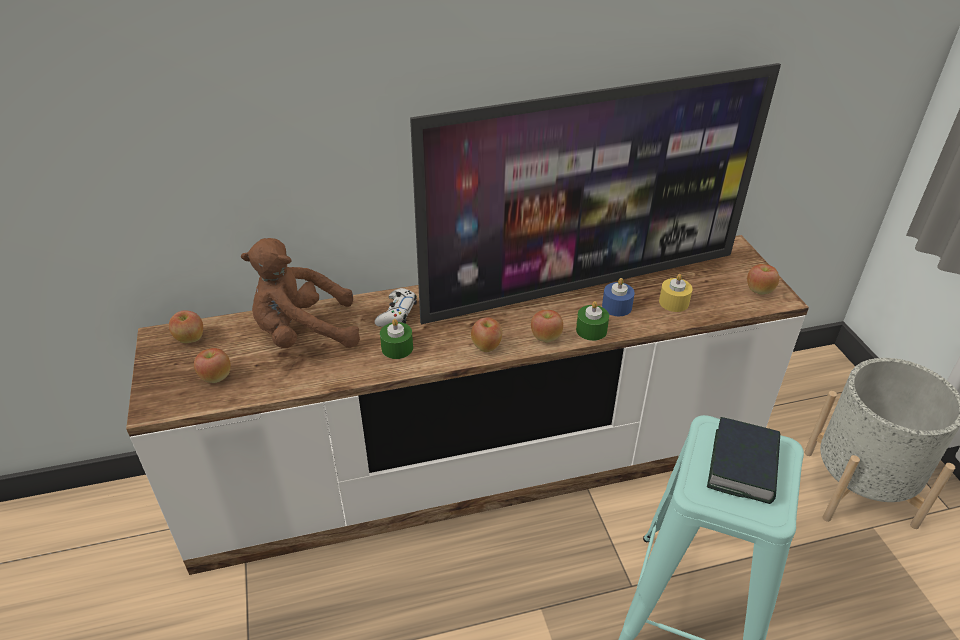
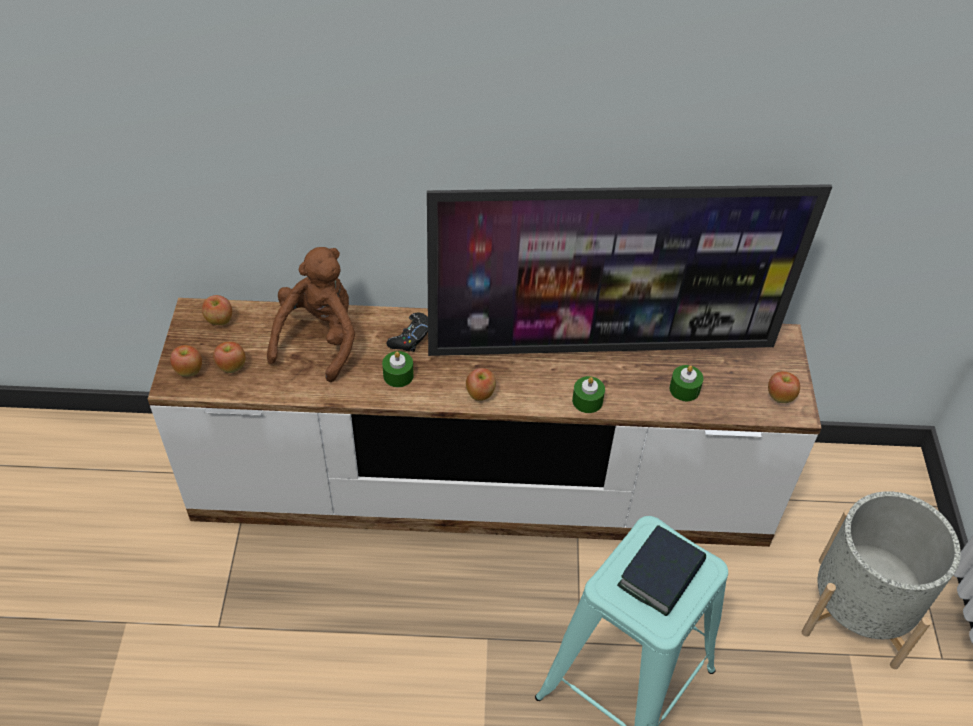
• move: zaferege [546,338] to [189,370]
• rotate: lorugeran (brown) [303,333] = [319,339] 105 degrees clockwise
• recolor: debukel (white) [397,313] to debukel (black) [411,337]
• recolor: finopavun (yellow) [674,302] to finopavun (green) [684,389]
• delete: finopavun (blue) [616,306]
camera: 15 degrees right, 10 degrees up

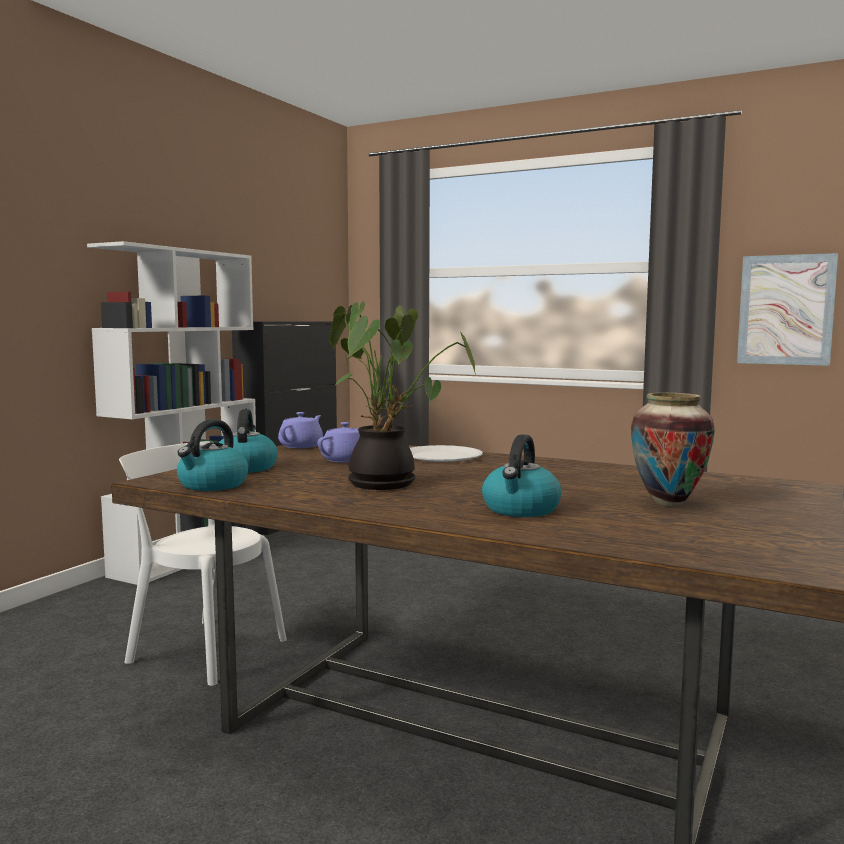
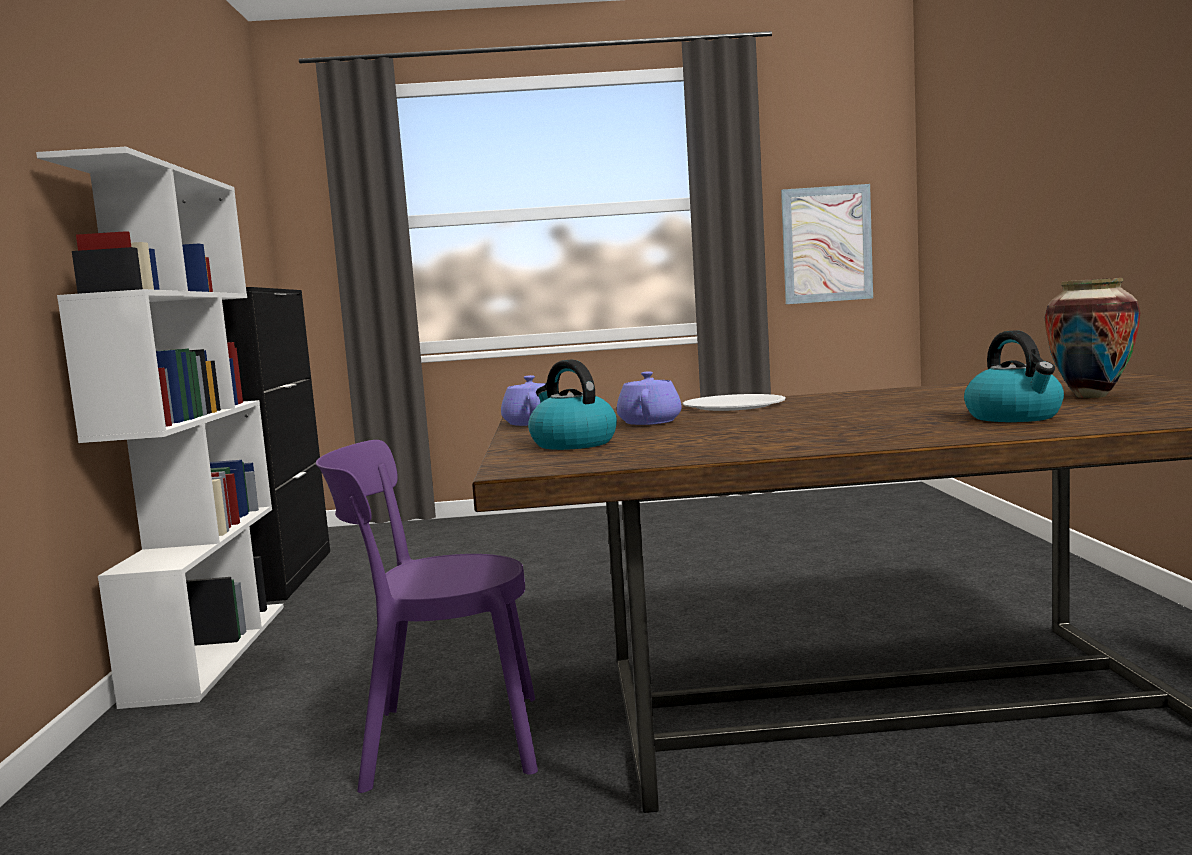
• recolor: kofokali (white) [202,648] to kofokali (purple) [442,741]
• delete: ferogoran [212,485]
• delete: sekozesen [388,483]
camera: 30 degrees left, 0 degrees up

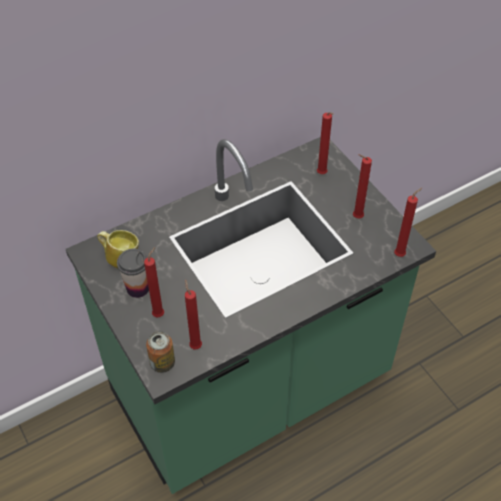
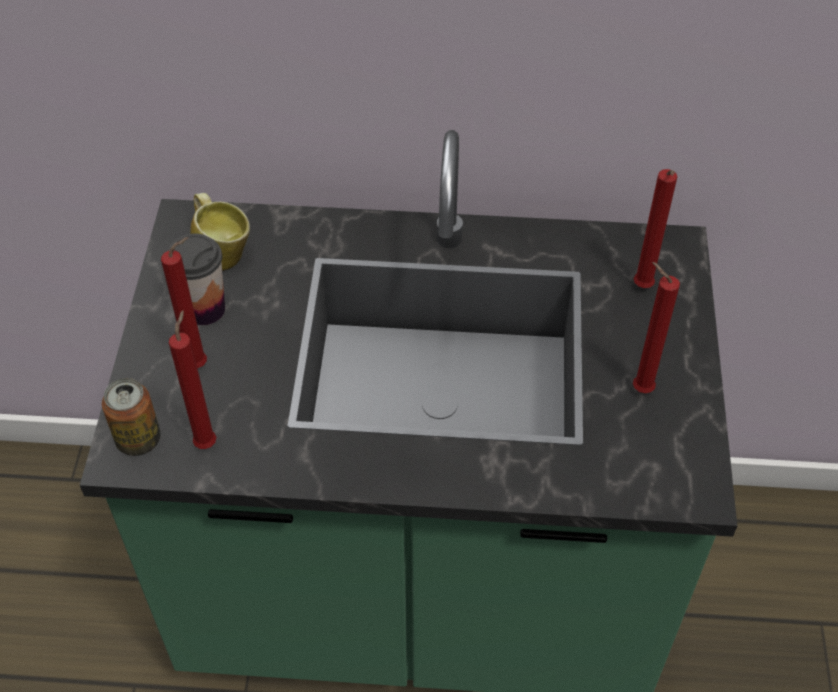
• delete: finopavun (red) [401,254]
camera: 35 degrees right, 0 degrees up

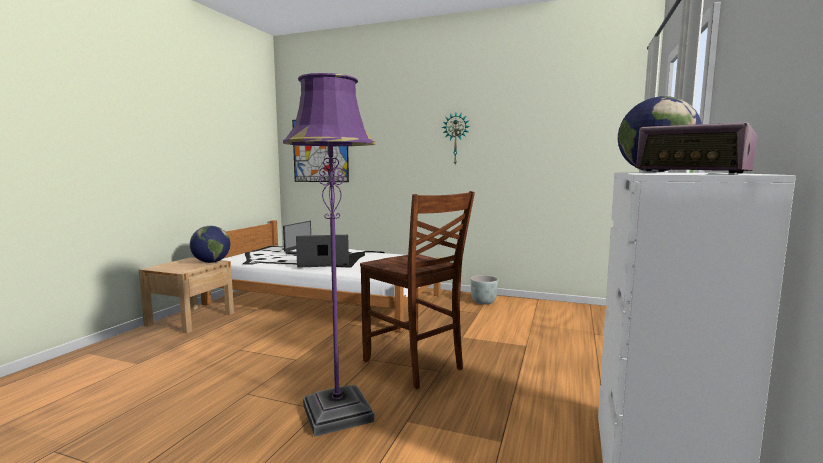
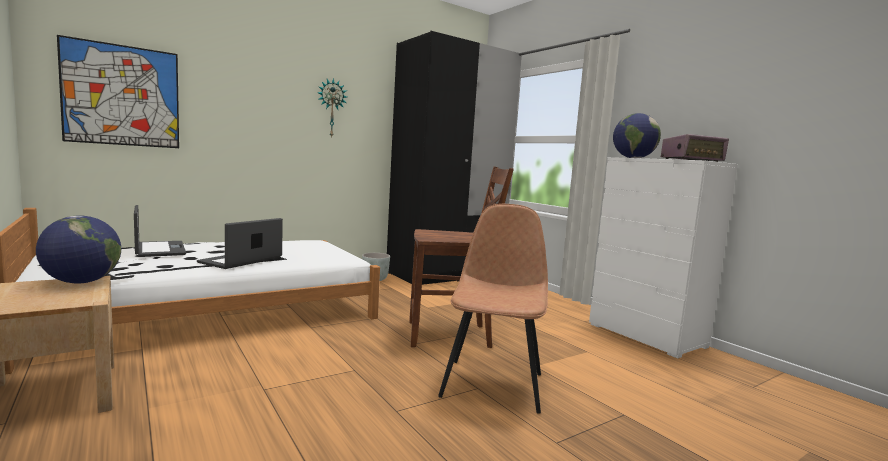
• insert: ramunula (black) [445,274]
• replace: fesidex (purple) [337,413] to kofokali (brown) [493,383]
camera: 55 degrees left, 0 degrees up

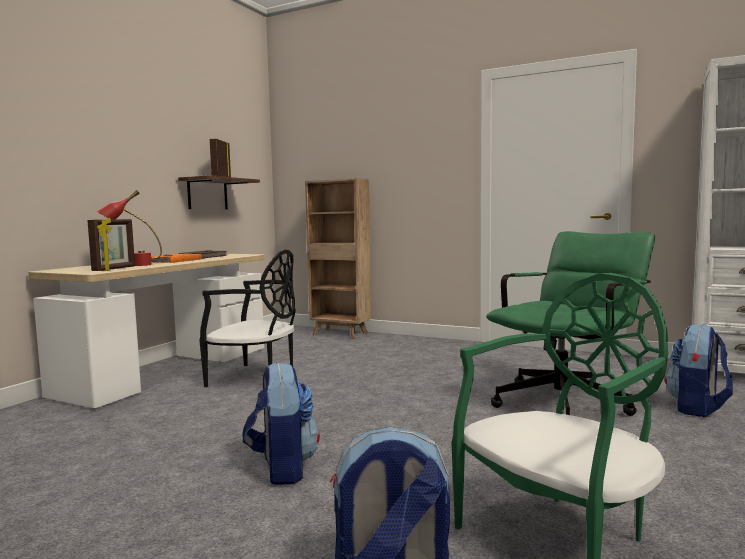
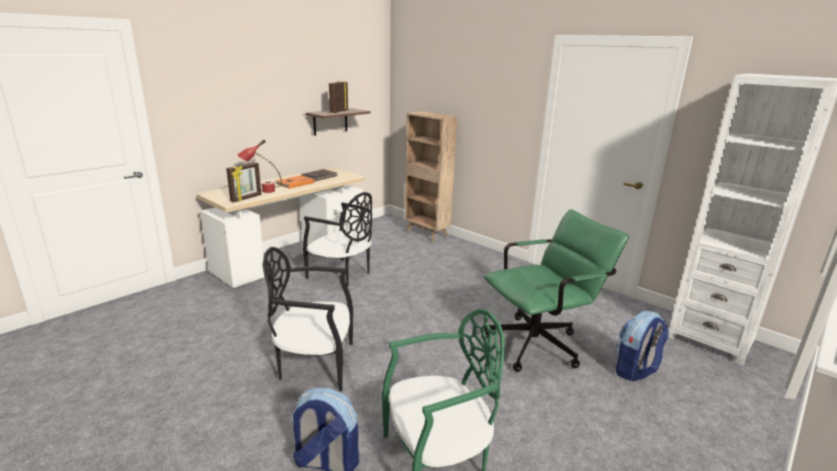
• replace: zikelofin [282,468] to kofokali (black) [315,364]
camera: 15 degrees right, 15 degrees up

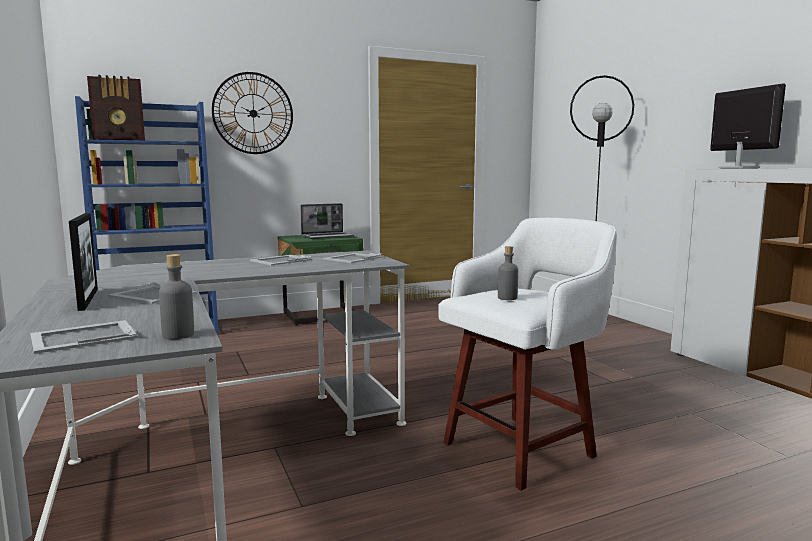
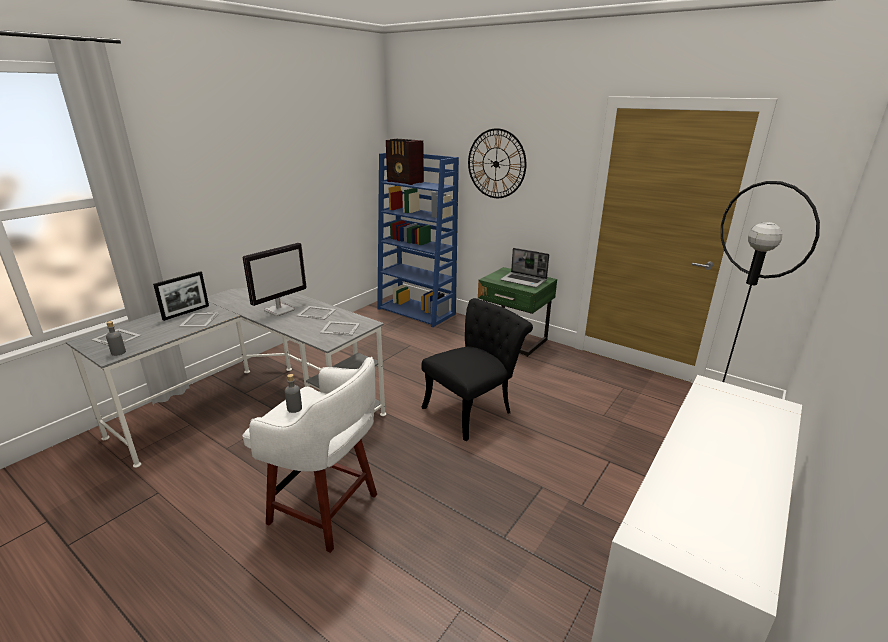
• move: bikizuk [738,168] to [280,310]
• insert: kofokali (black) [473,409]
camera: 60 degrees right, 15 degrees up

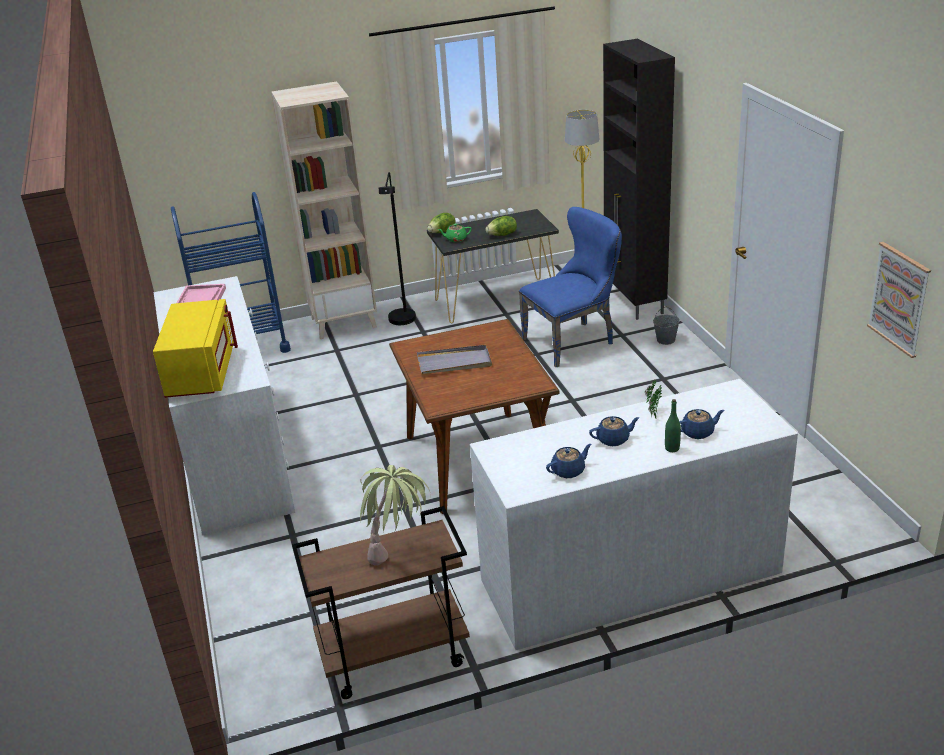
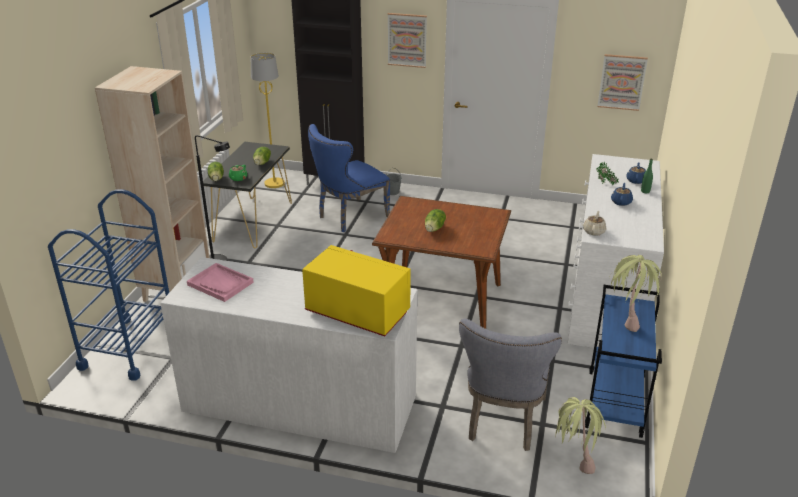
• rotate: kofokali (blue) [574,341] = [349,217] 135 degrees counterclockwise
• insert: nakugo [407,40]
• replace: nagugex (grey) [454,362] to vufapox [434,229]
• insert: kofokali (grey) [503,422]
• insert: sekozesen [574,460]
• insert: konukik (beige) [594,231]
• recolor: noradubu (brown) [393,657] to noradubu (blue) [615,404]
• delete: konukik (blue) [569,471]
camera: 60 degrees left, 0 degrees up

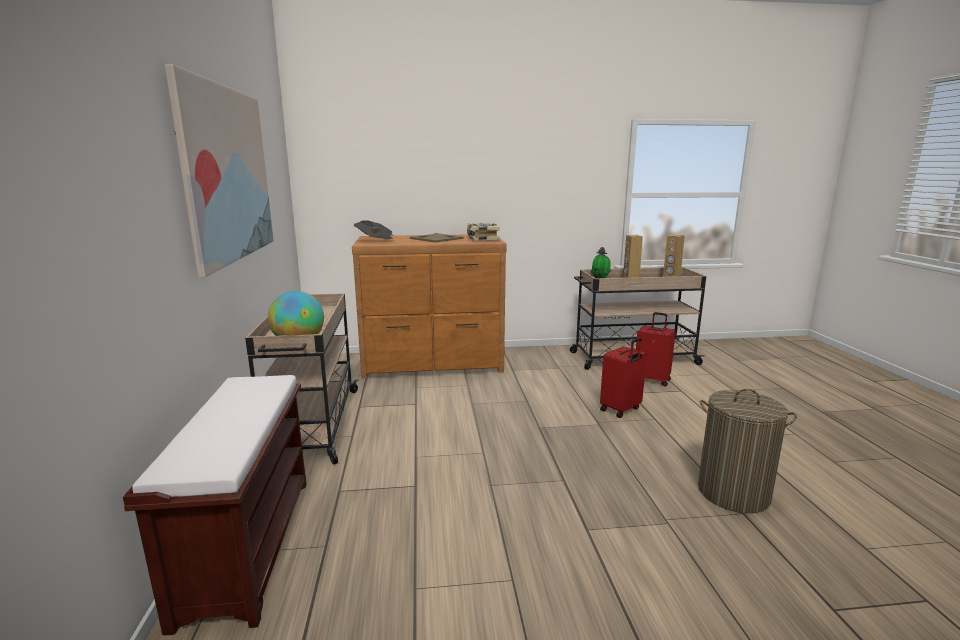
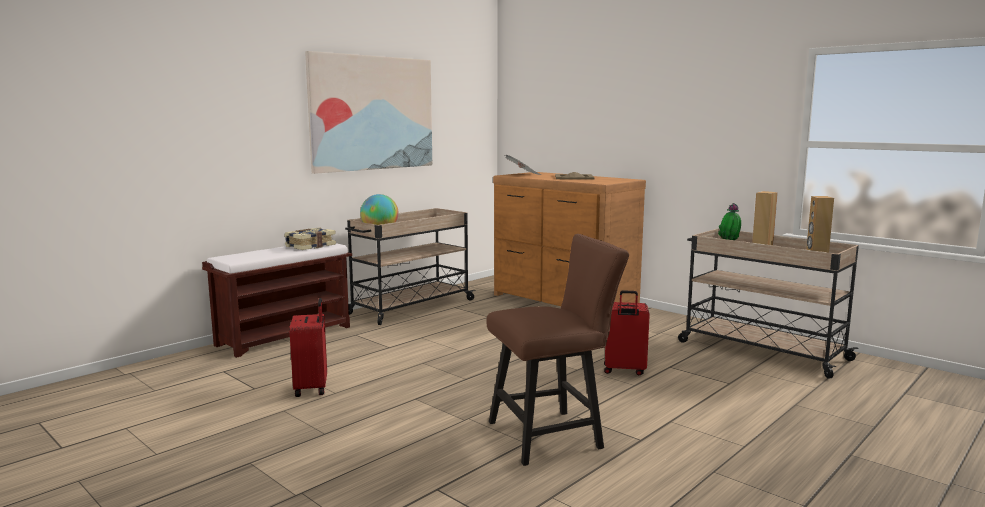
• move: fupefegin [482,239] to [310,246]
• move: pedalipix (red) [652,380] to [312,388]
• replace: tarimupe [733,493] to kofokali (brown) [553,434]
camera: 50 degrees right, 5 degrees down

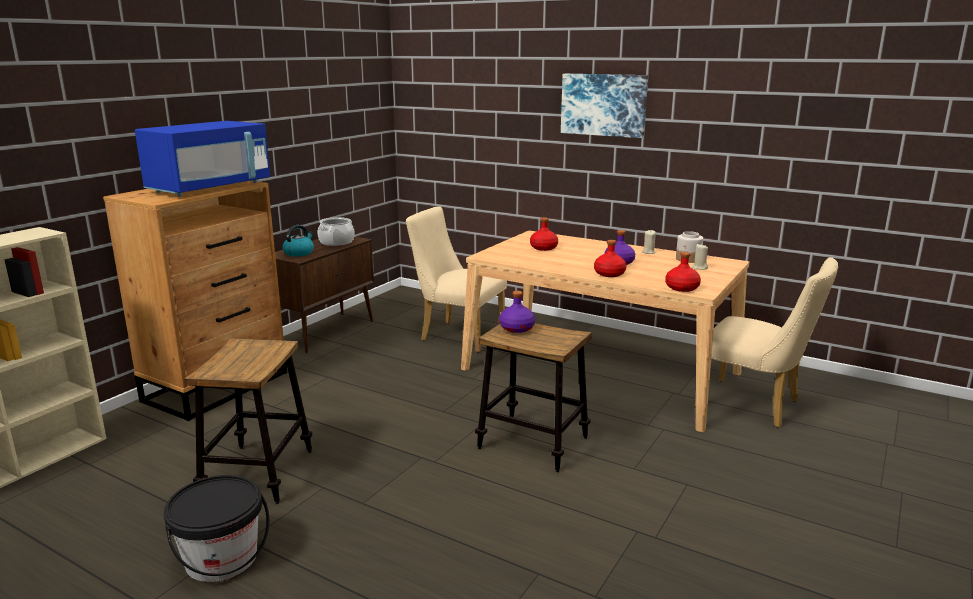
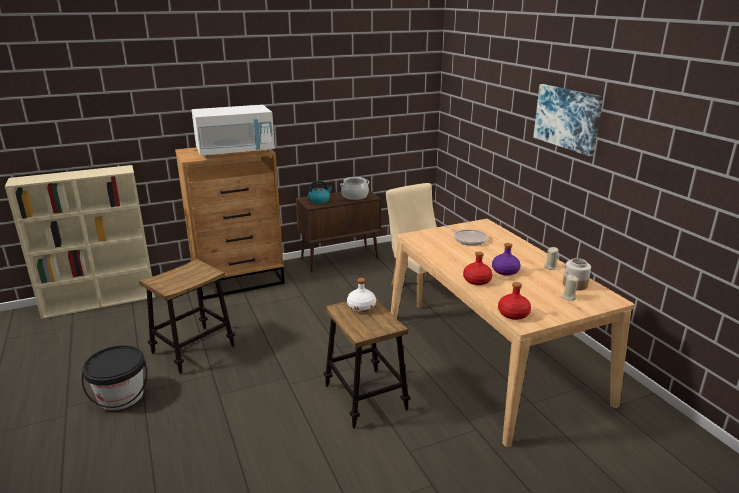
• recolor: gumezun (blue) [210,188] to gumezun (white) [235,152]
• recolor: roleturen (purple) [517,328] to roleturen (white) [361,307]
• replace: roleturen (red) [543,248] to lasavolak [468,239]
• delete: kofokali (beige) [755,405]
camera: 35 degrees right, 5 degrees up

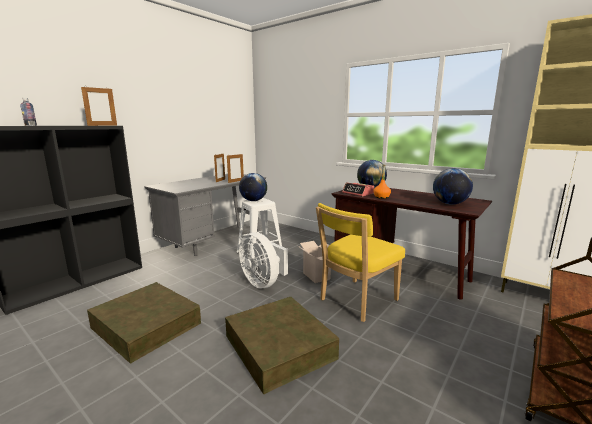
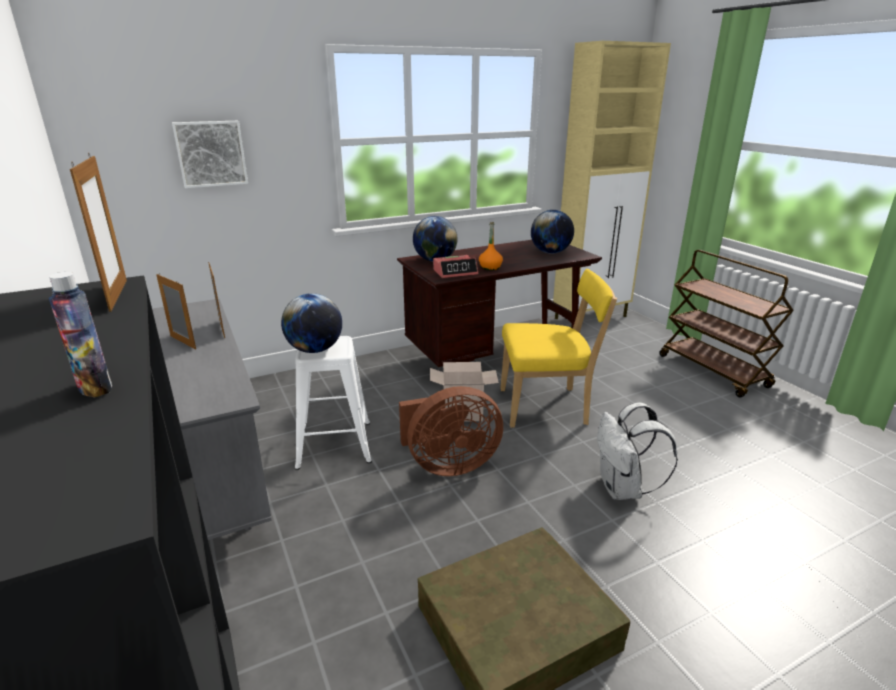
• insert: nakugo [211,153]
• recolor: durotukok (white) [263,282] to durotukok (brown) [448,464]
• rotate: kofokali (yellow) [356,301] = [547,407] 75 degrees counterclockwise
• replace: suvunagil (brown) [279,347] to zikelofin (white) [623,489]
camera: 65 degrees left, 10 degrees up

